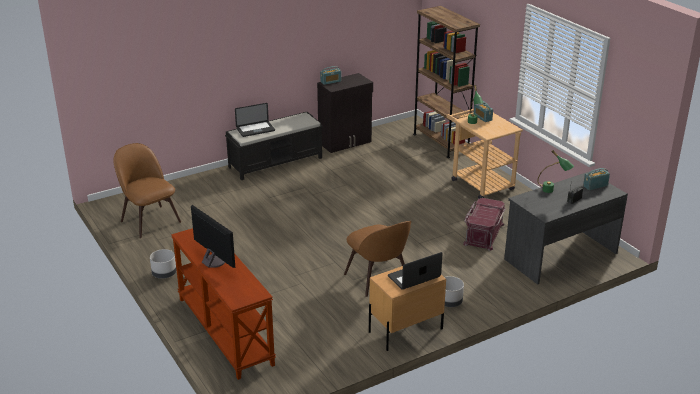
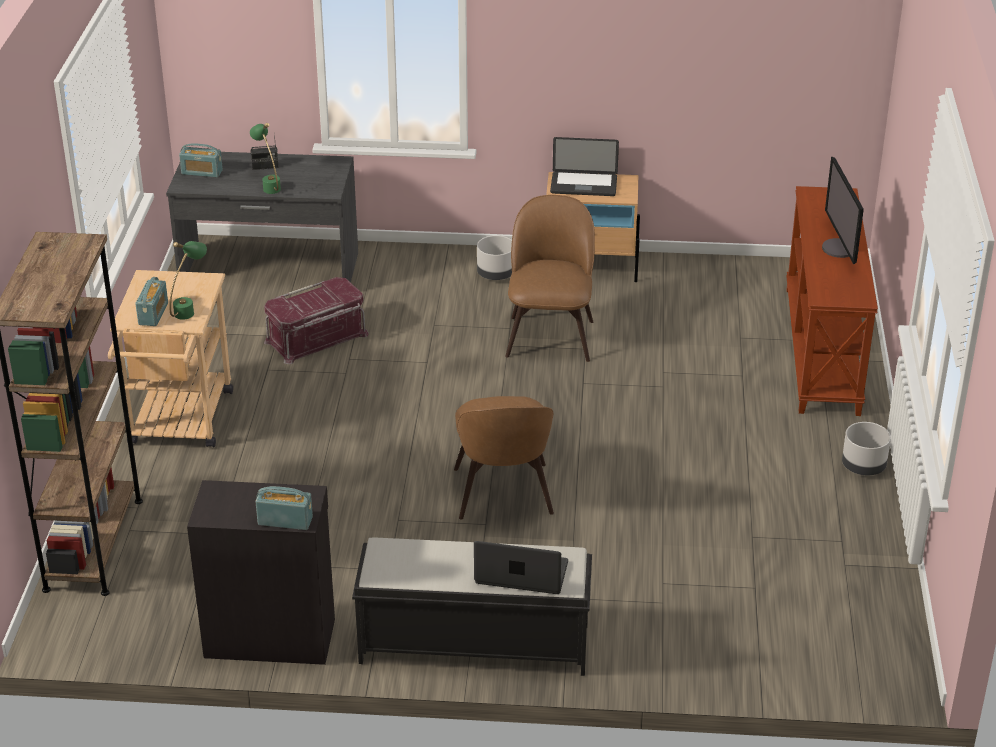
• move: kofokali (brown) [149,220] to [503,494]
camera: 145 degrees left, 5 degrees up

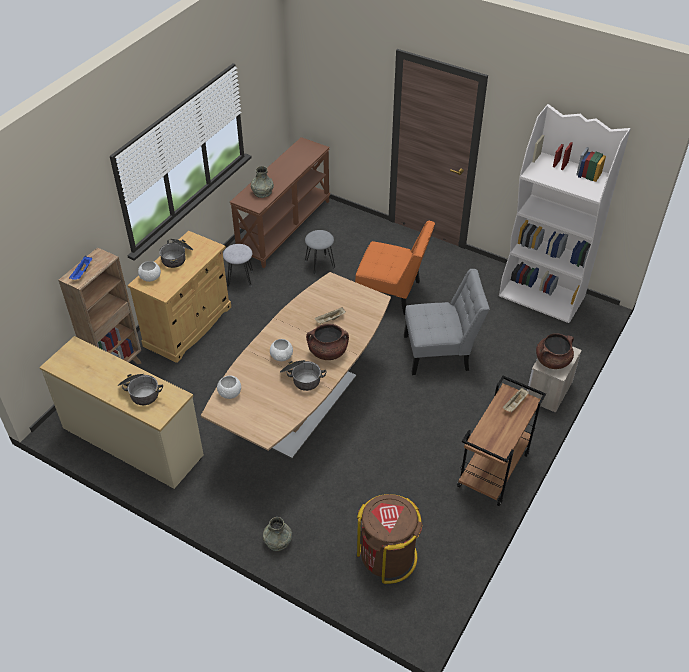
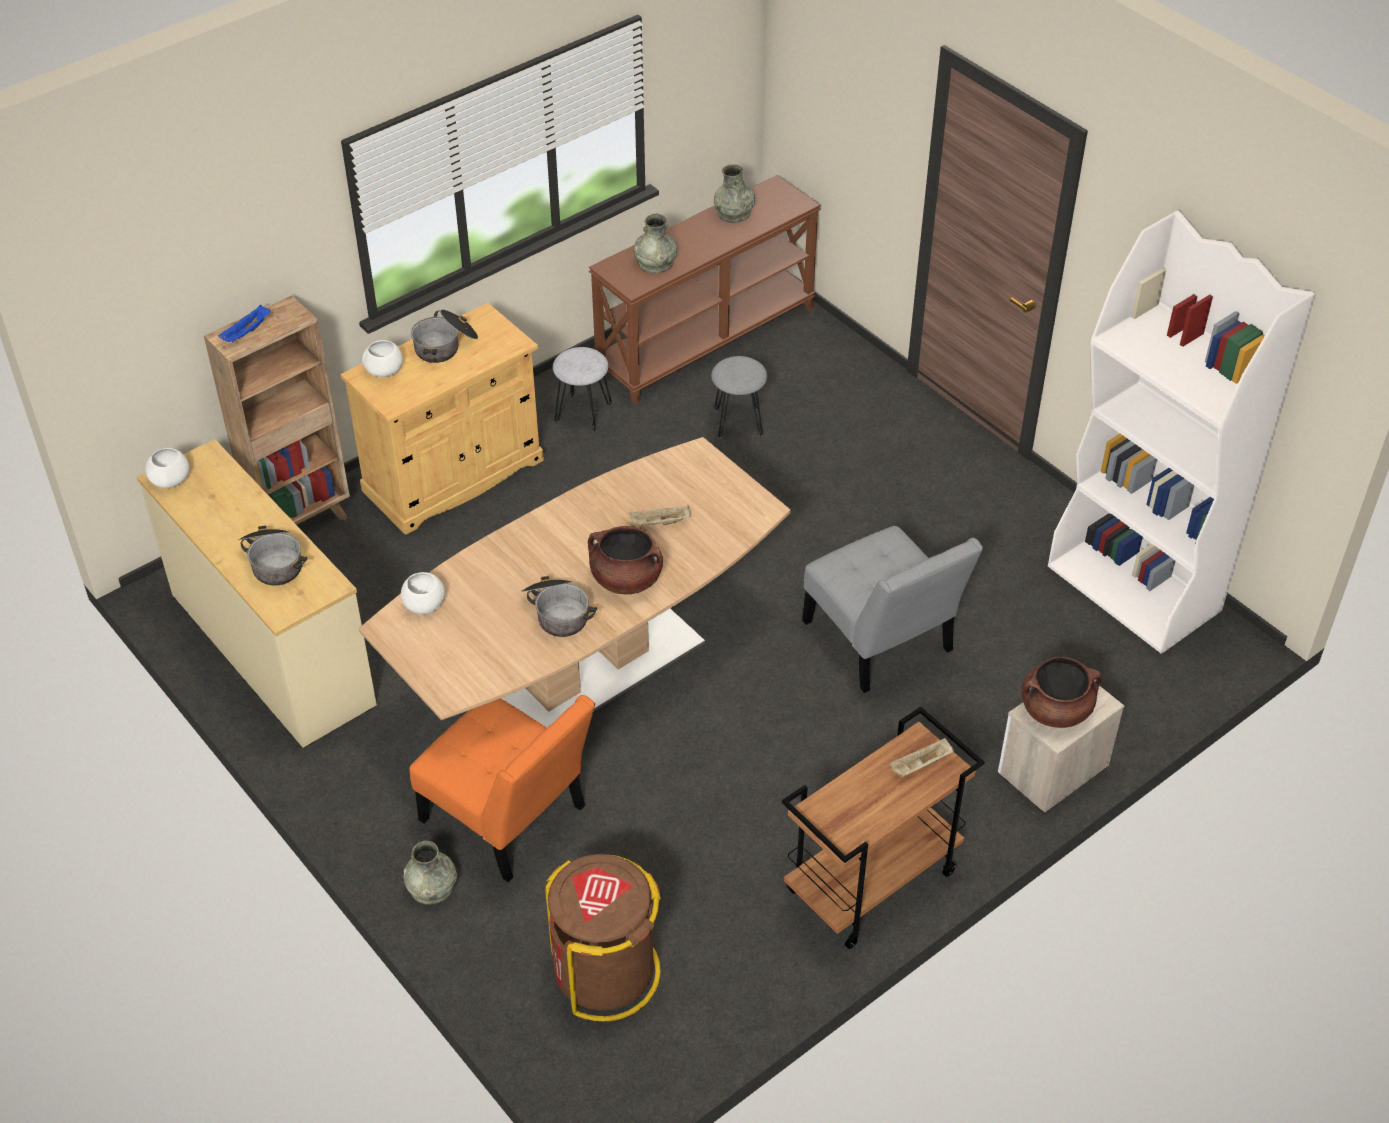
• move: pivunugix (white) [282,356] to [171,479]
• move: kofokali (orange) [392,294] to [509,819]
• insert: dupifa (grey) [734,212]
• rotate: kofokali (grey) [440,352] = [881,642] 45 degrees clockwise
camera: 20 degrees right, 0 degrees up

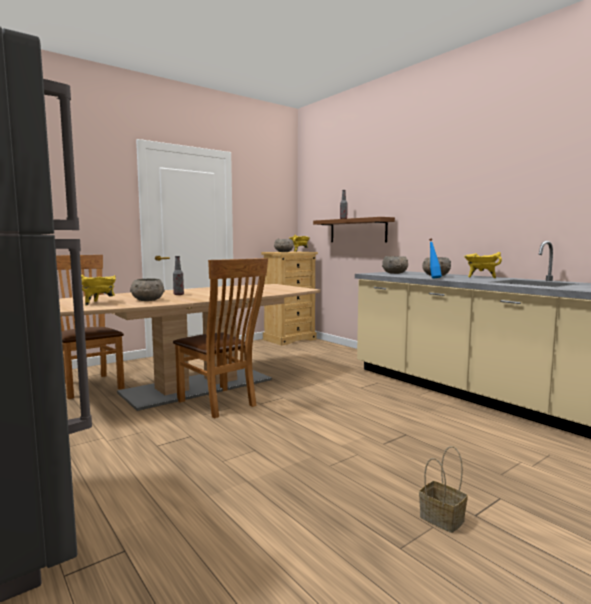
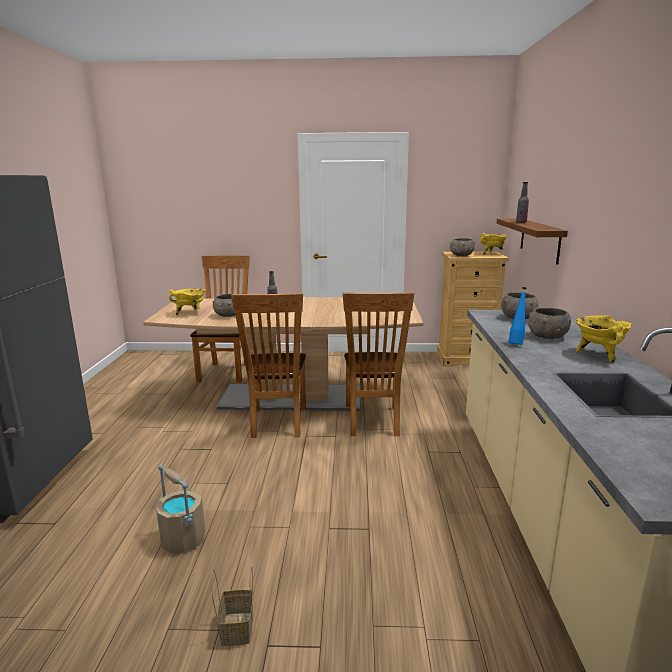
• insert: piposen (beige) [182,539]
• insert: kofokali (brown) [373,423]
camera: 40 degrees right, 10 degrees up

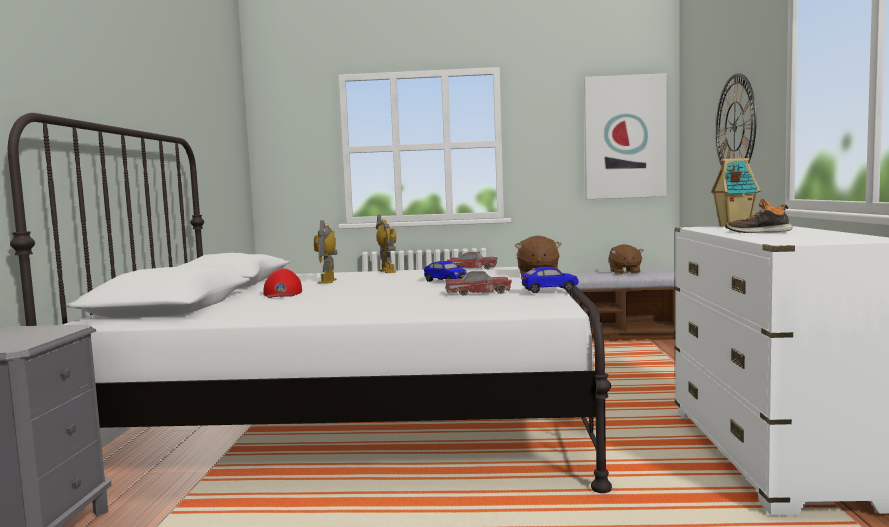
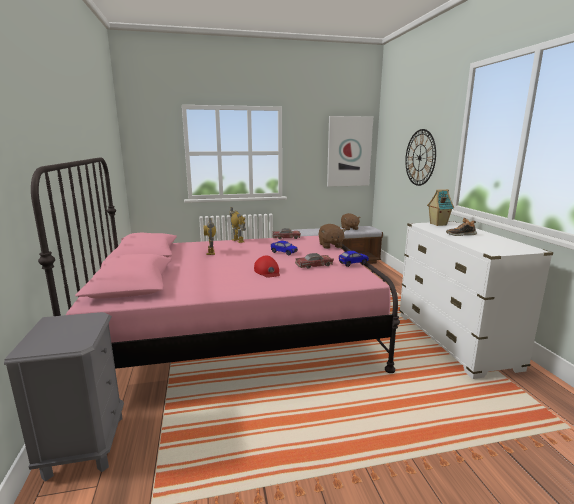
• recolor: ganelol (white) [355,422] to ganelol (pink) [235,334]
• move: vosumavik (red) [282,293] to [267,271]
camera: 15 degrees left, 10 degrees up

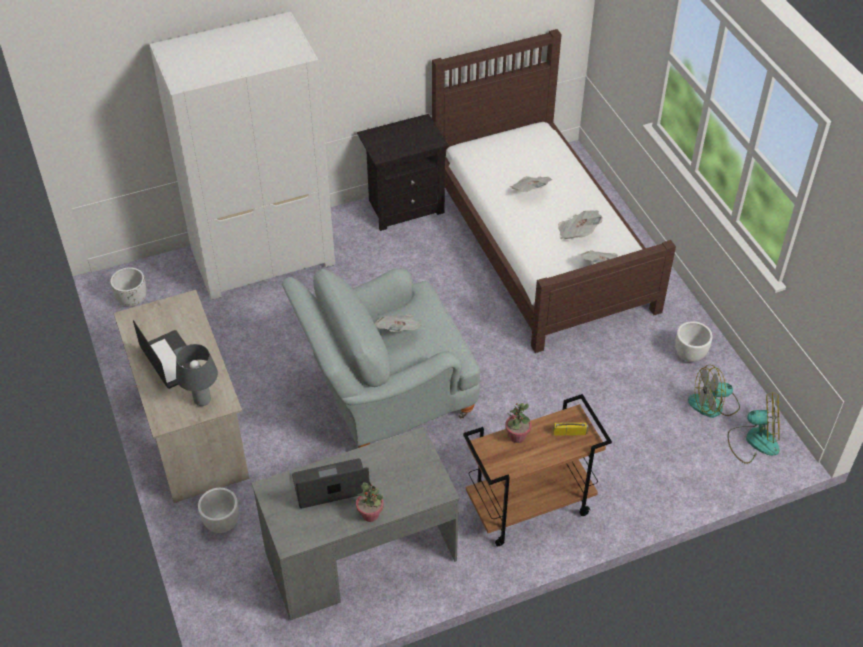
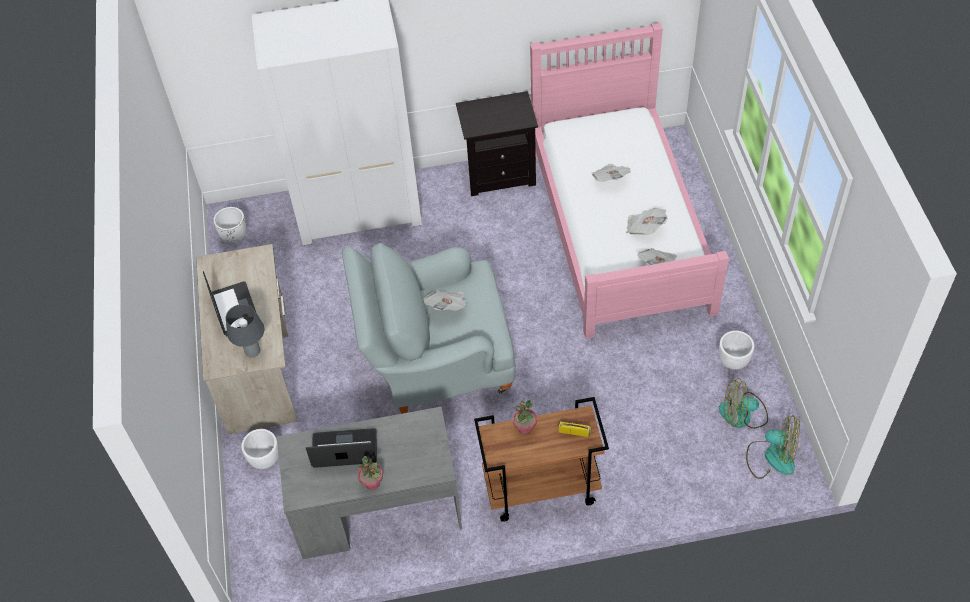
• recolor: ganelol (brown) [540,243] to ganelol (pink) [619,227]
camera: 15 degrees right, 5 degrees up

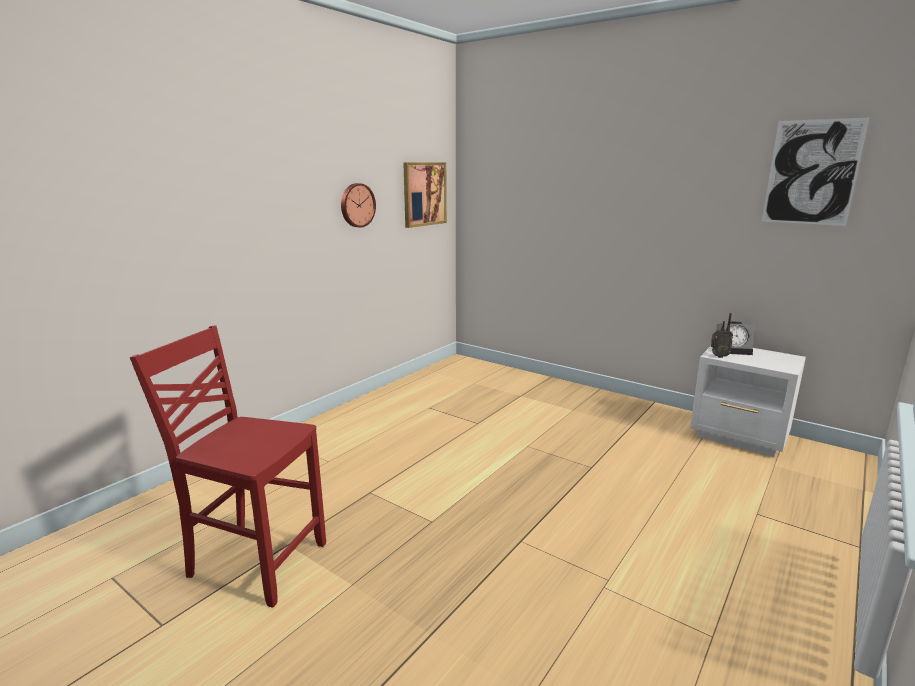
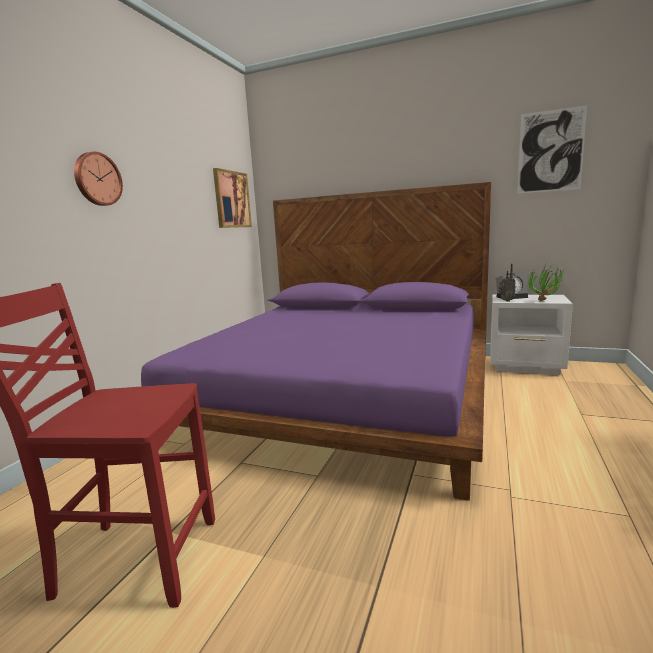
• move: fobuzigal [357,205] to [97,179]
• insert: ganelol (purple) [342,392]
• insert: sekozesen [546,301]
camera: 15 degrees left, 5 degrees down

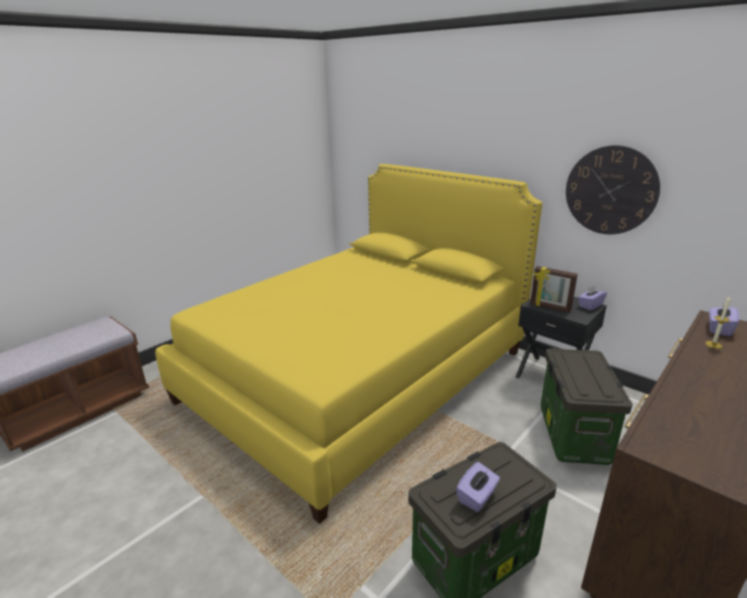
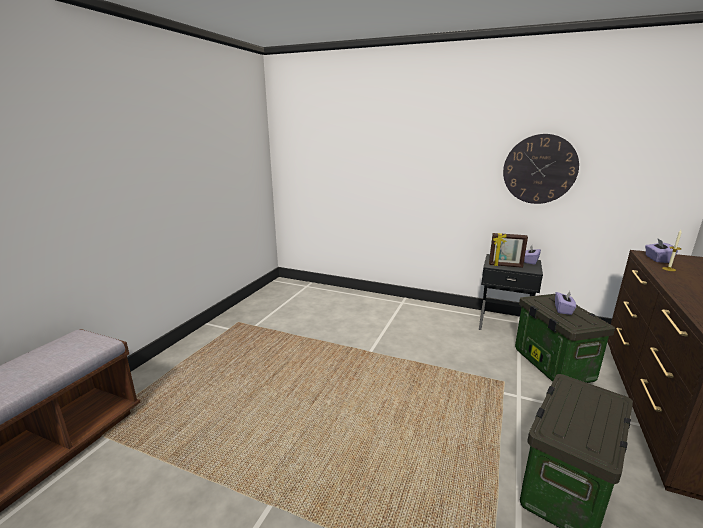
• move: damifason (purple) [477,497] to [563,310]
• delete: ganelol (yellow) [358,375]
camera: 20 degrees left, 5 degrees down

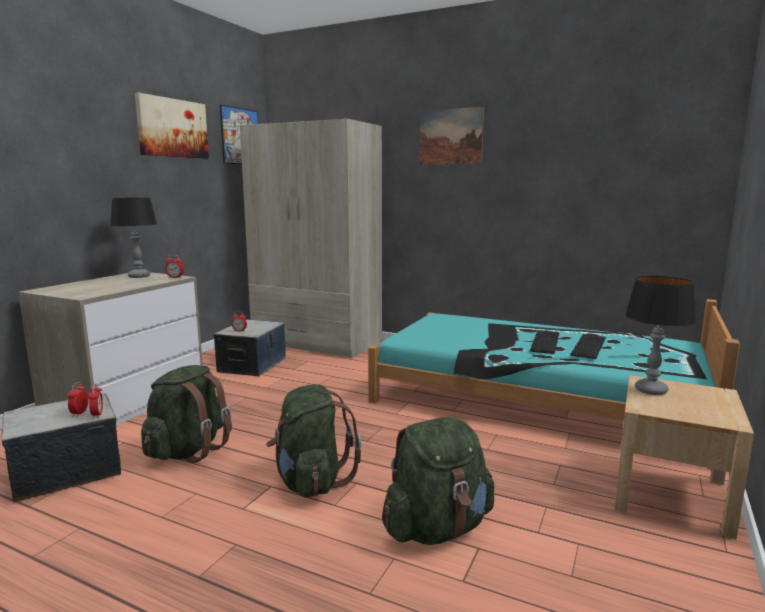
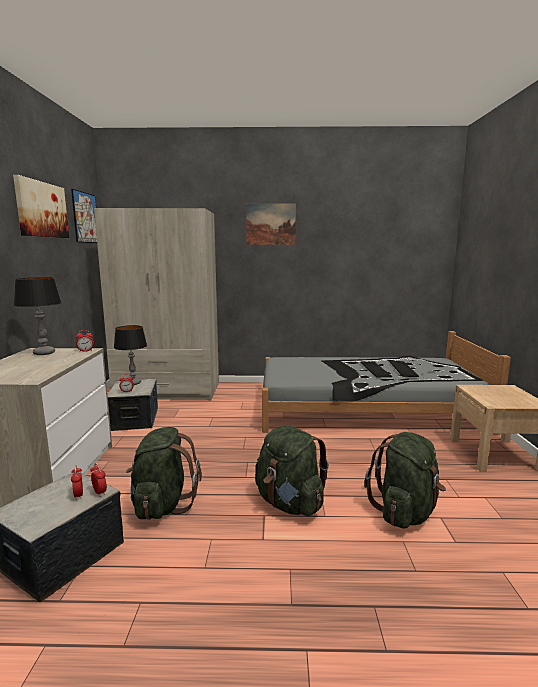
• move: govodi [651,390] to [133,383]
• recolor: ganelol (turquoise) [537,399] to ganelol (grey) [366,409]
camera: 25 degrees left, 0 degrees up

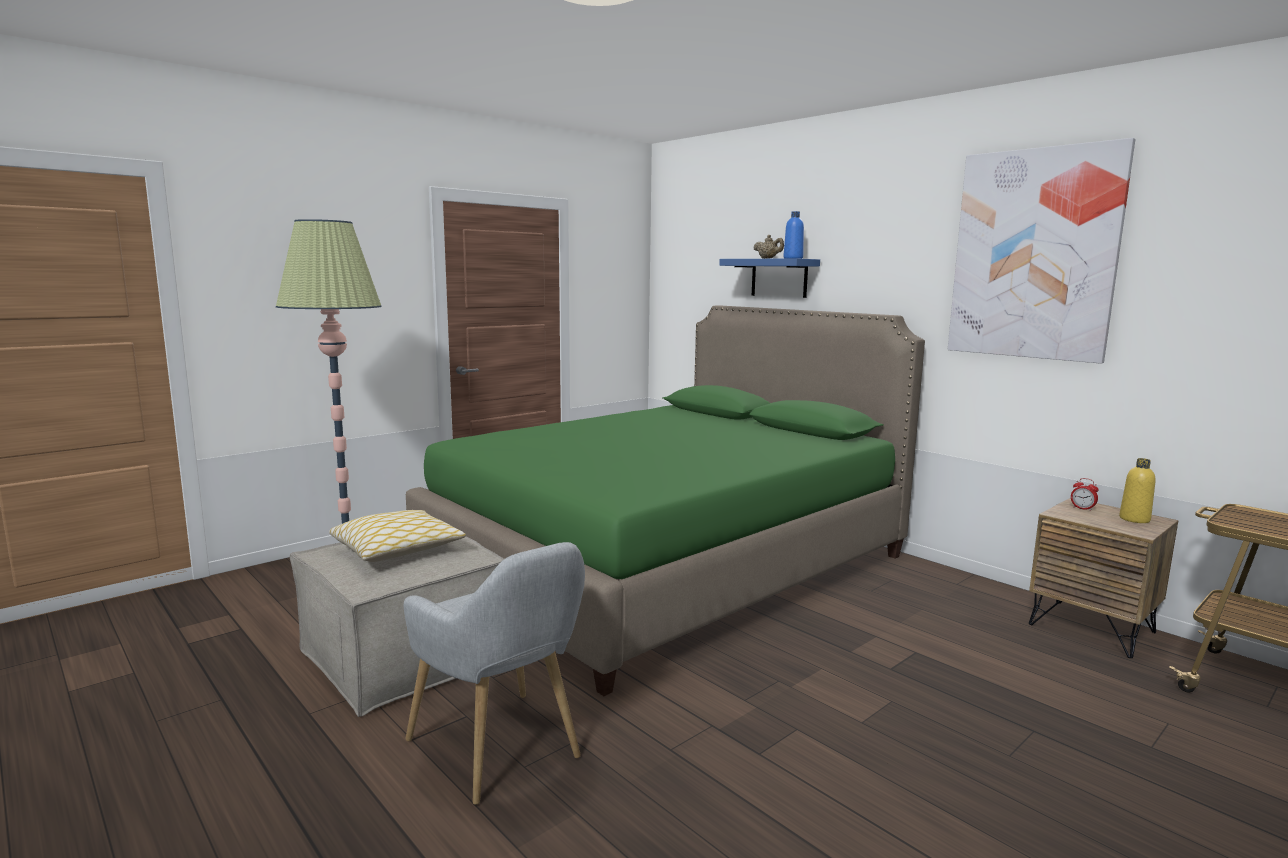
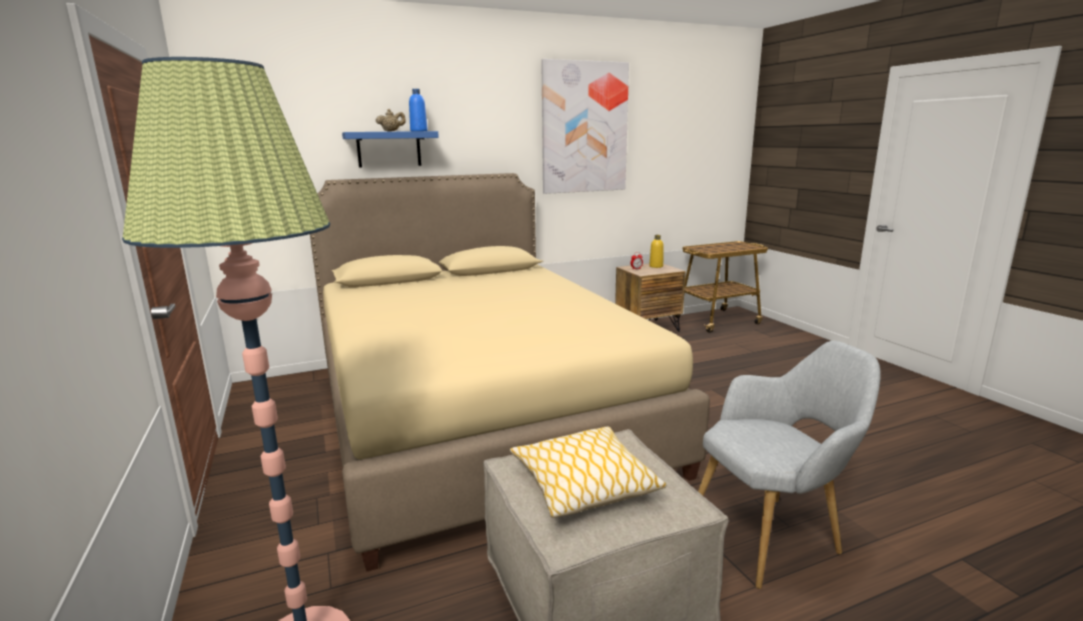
• recolor: ganelol (green) [667,564] to ganelol (beige) [478,414]
camera: 70 degrees left, 5 degrees up

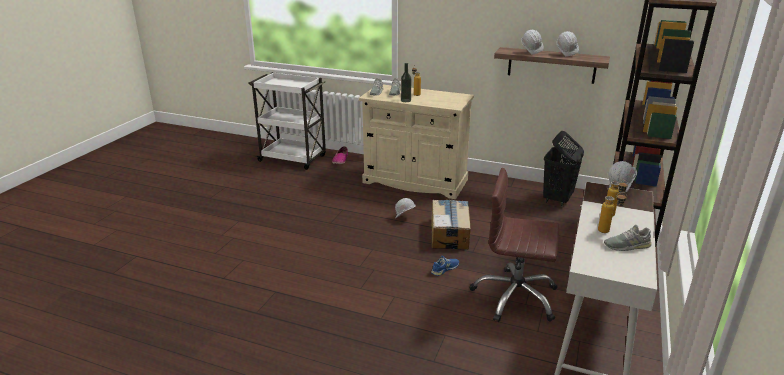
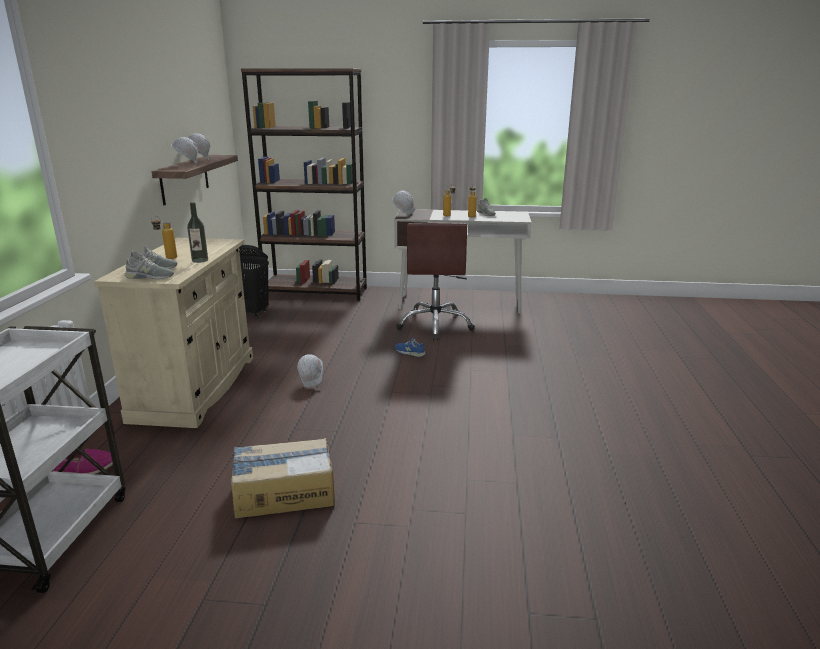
• move: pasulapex [450,233] to [283,492]
camera: 105 degrees left, 5 degrees down

